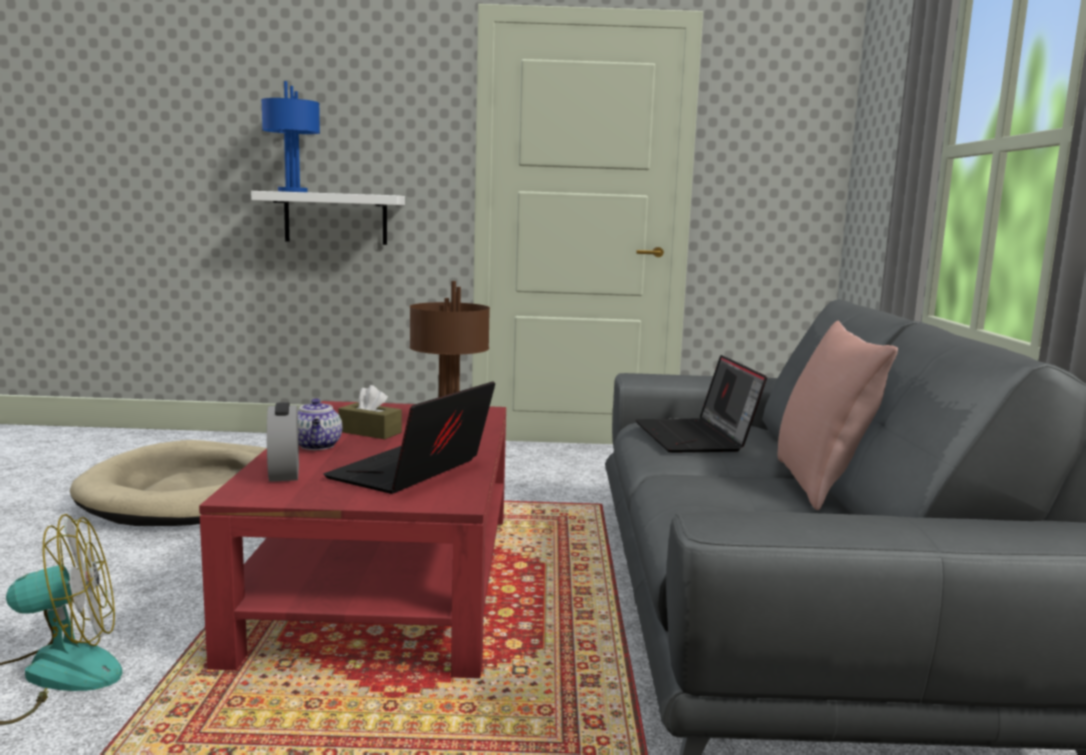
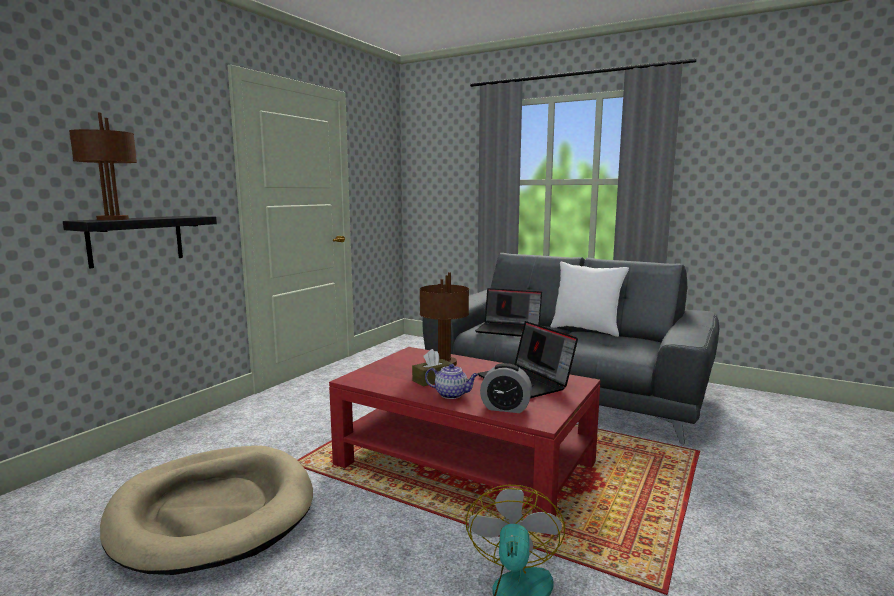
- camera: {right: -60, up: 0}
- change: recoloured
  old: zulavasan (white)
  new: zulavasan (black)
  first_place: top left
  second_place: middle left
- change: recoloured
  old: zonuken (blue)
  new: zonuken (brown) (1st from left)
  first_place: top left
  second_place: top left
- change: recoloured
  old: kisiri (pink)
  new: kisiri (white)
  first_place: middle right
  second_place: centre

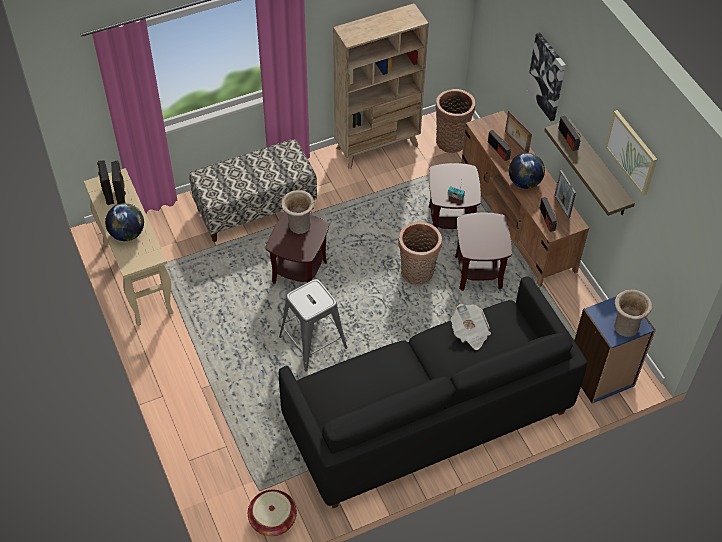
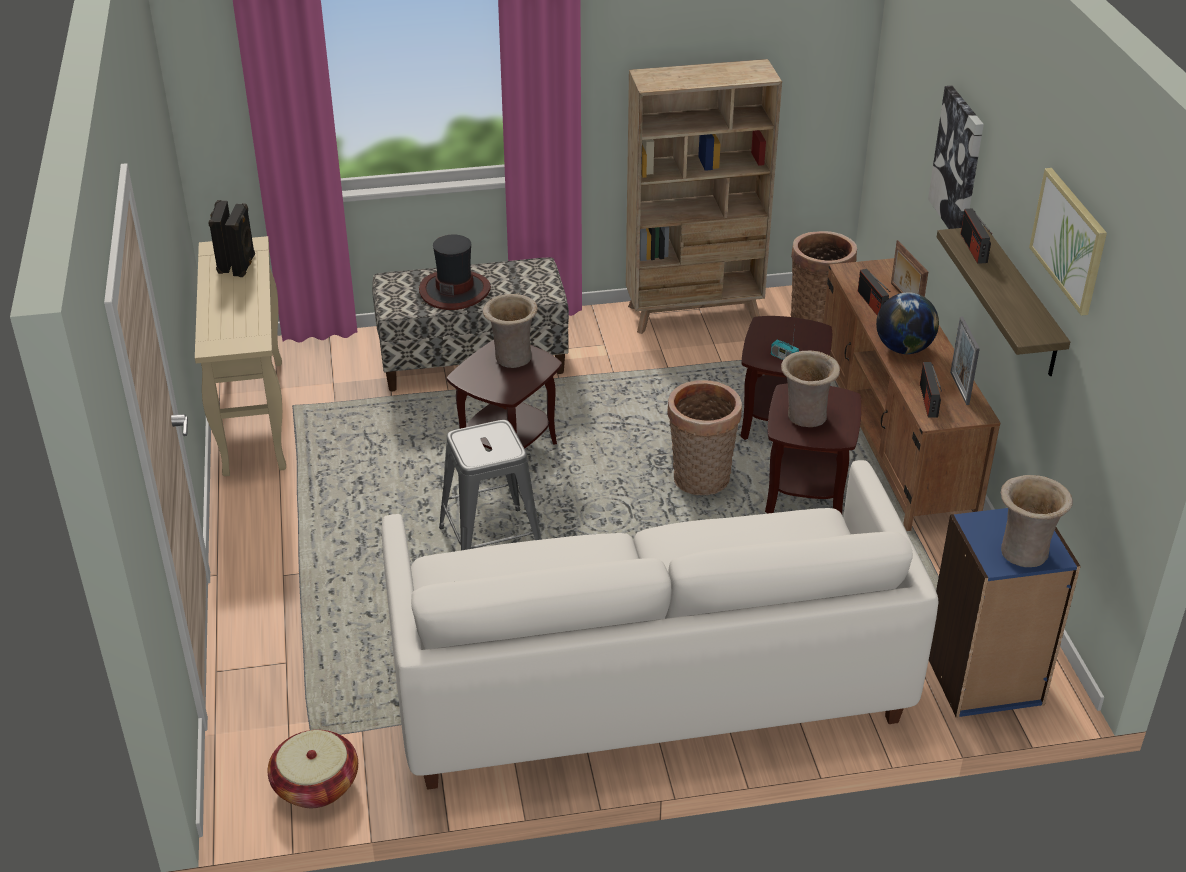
- camera: {right: 15, up: -15}
- change: recoloured
  old: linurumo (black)
  new: linurumo (white)
  first_place: bottom centre
  second_place: bottom centre
- change: added
  new: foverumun
  second_place: top centre
- change: added
  new: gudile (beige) (2nd from left)
  second_place: middle right
- change: removed
  old: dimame (1st from left)
  first_place: middle left
- change: removed
  old: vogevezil
  first_place: centre

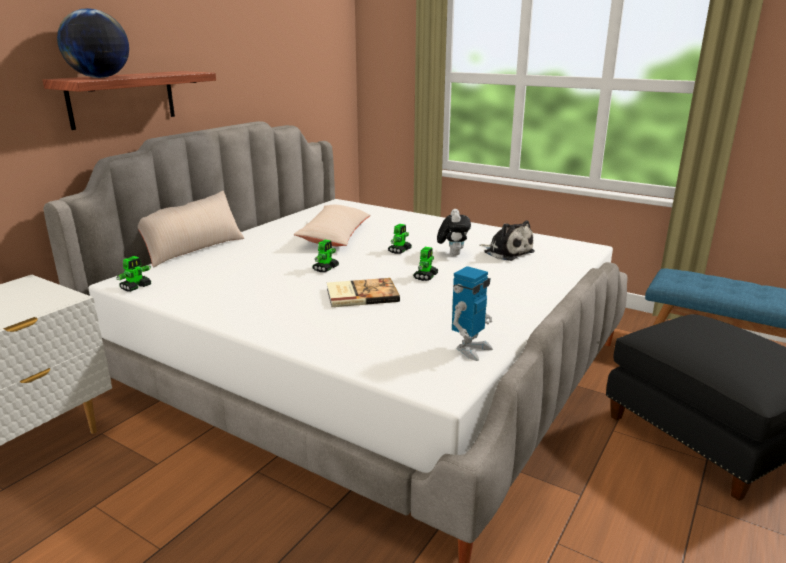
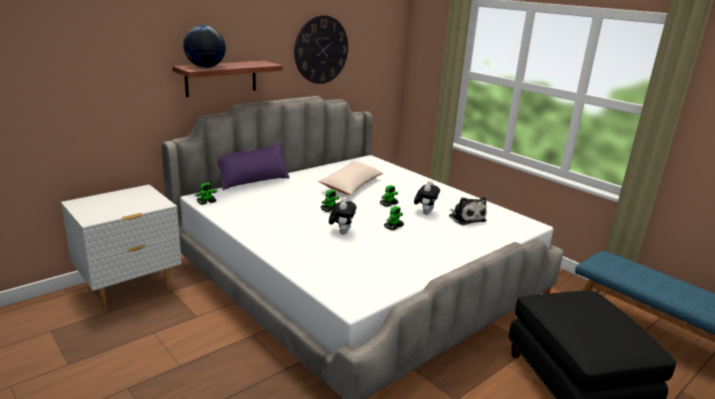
- camera: {right: 15, up: 0}
- change: recoloured
  old: kisiri (beige) (1st from left)
  new: kisiri (purple)
  first_place: middle left
  second_place: centre
- change: added
  new: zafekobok
  second_place: top centre
- change: replaced
  old: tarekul
  new: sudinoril (1st from left)
  first_place: centre
  second_place: centre
- change: removed
  old: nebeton (5th from left)
  first_place: centre

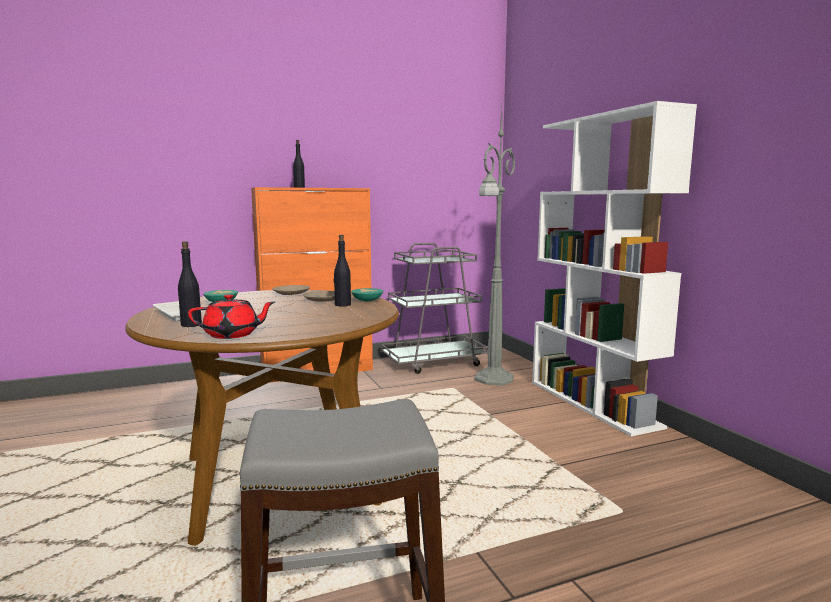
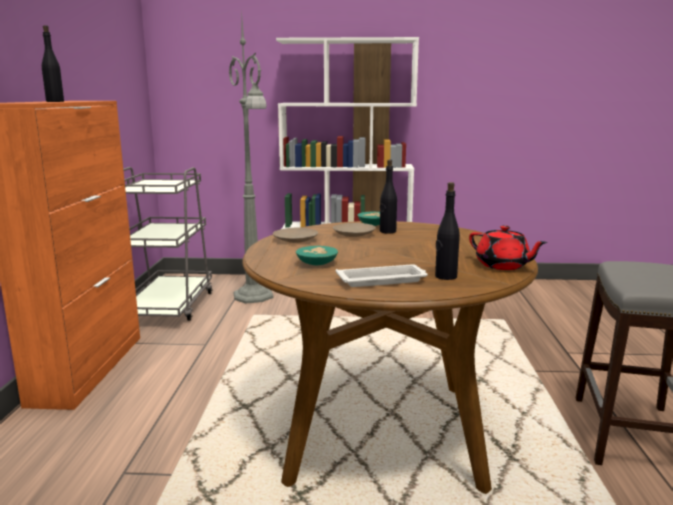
- camera: {right: -65, up: 5}
- change: turned
  old: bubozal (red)
  first_place: middle left
  second_place: middle right
  degrees: 120

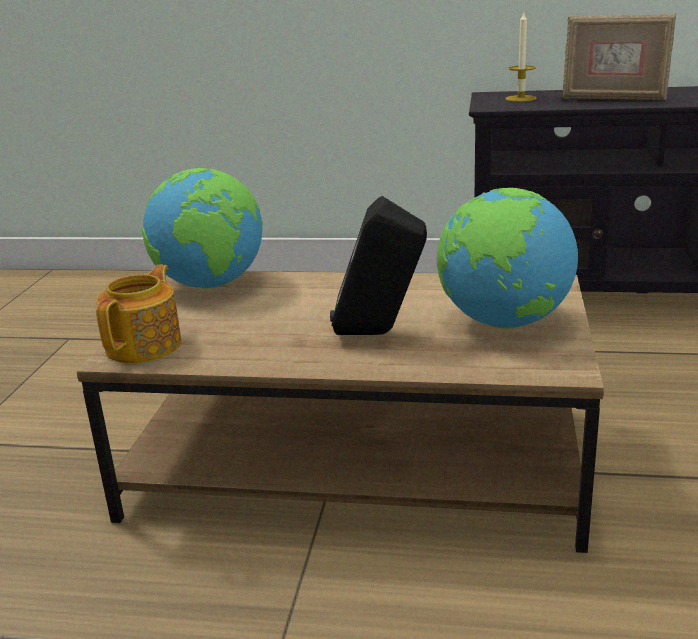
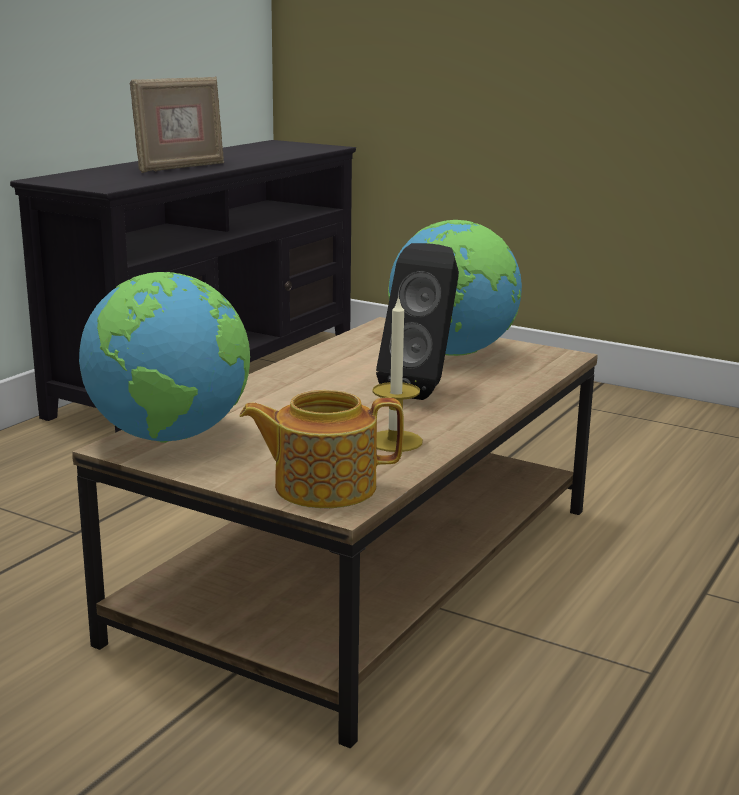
- camera: {right: -70, up: -5}
- change: turned
  old: bubozal
  first_place: middle left
  second_place: centre
  degrees: -45
- change: moved
  old: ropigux
  first_place: top right
  second_place: centre

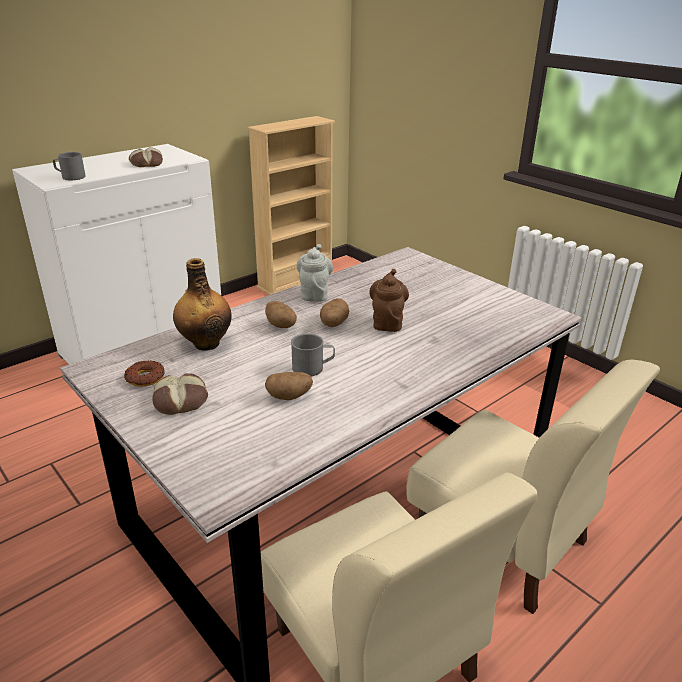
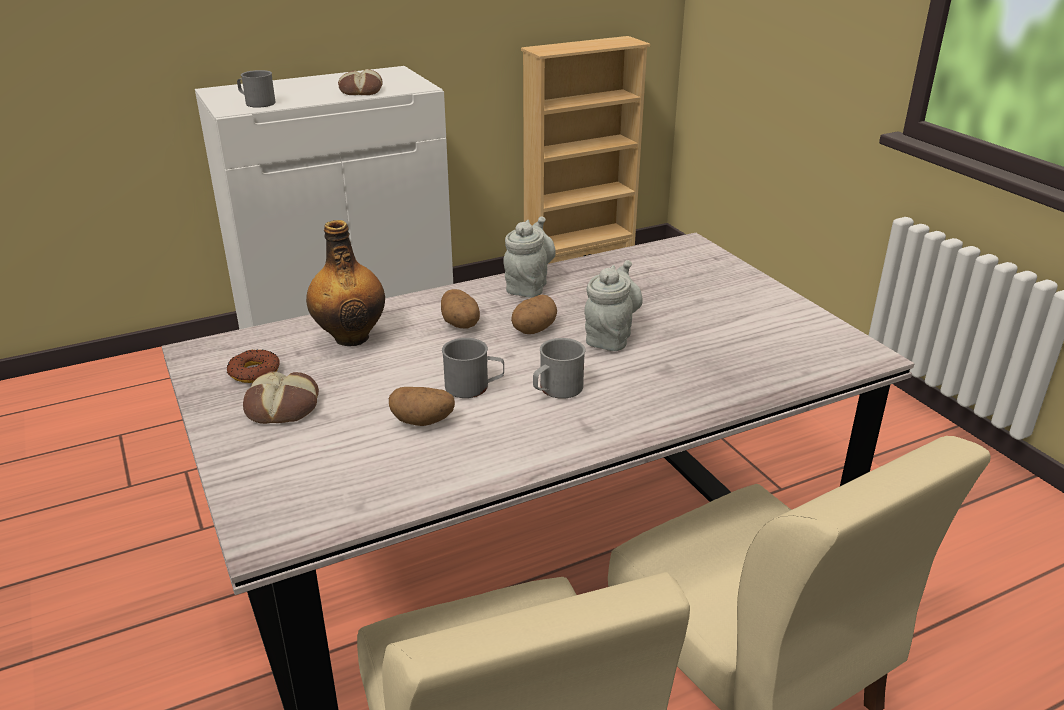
- camera: {right: 15, up: 0}
- change: added
  new: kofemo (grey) (3rd from left)
  second_place: centre
- change: recoloured
  old: bubozal (brown)
  new: bubozal (grey) (2nd from left)
  first_place: centre
  second_place: centre

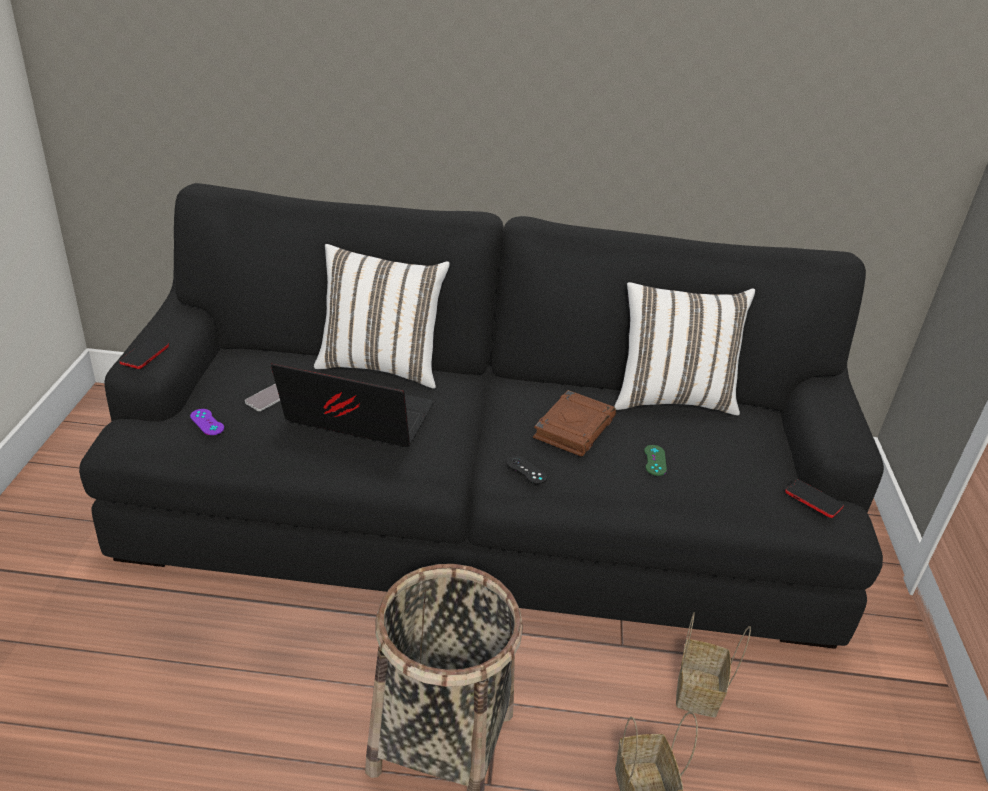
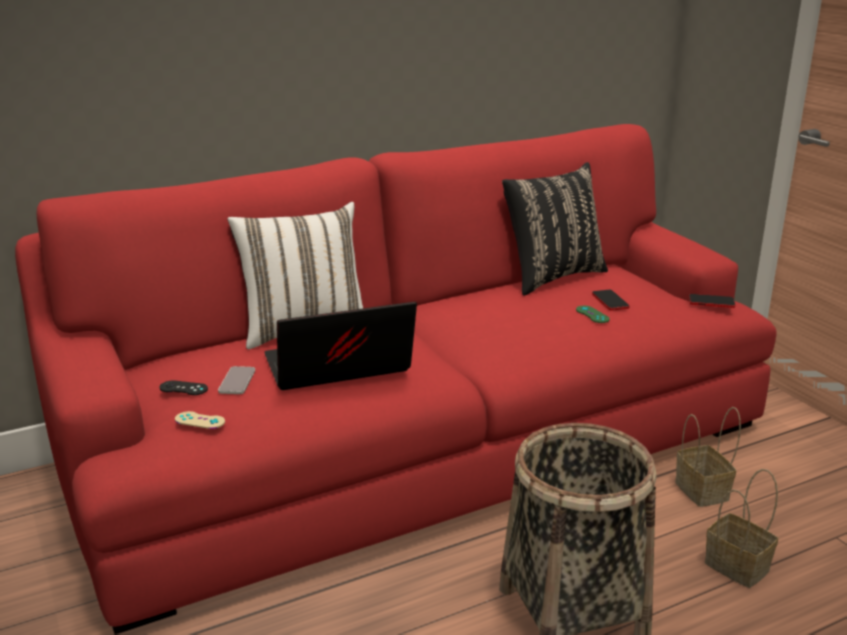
- camera: {right: -30, up: -10}
- change: recoloured
  old: linurumo (black)
  new: linurumo (red)
  first_place: centre
  second_place: centre
- change: moved
  old: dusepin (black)
  first_place: centre
  second_place: middle left
- change: recoloured
  old: dusepin (purple)
  new: dusepin (beige)
  first_place: middle left
  second_place: middle left
- change: recoloured
  old: kisiri (white) (2nd from left)
  new: kisiri (black)
  first_place: middle right
  second_place: centre
- change: moved
  old: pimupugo (1st from left in the first image)
  new: pimupugo (2nd from left)
  first_place: middle left
  second_place: middle right
- change: removed
  old: tarekul (brown)
  first_place: centre

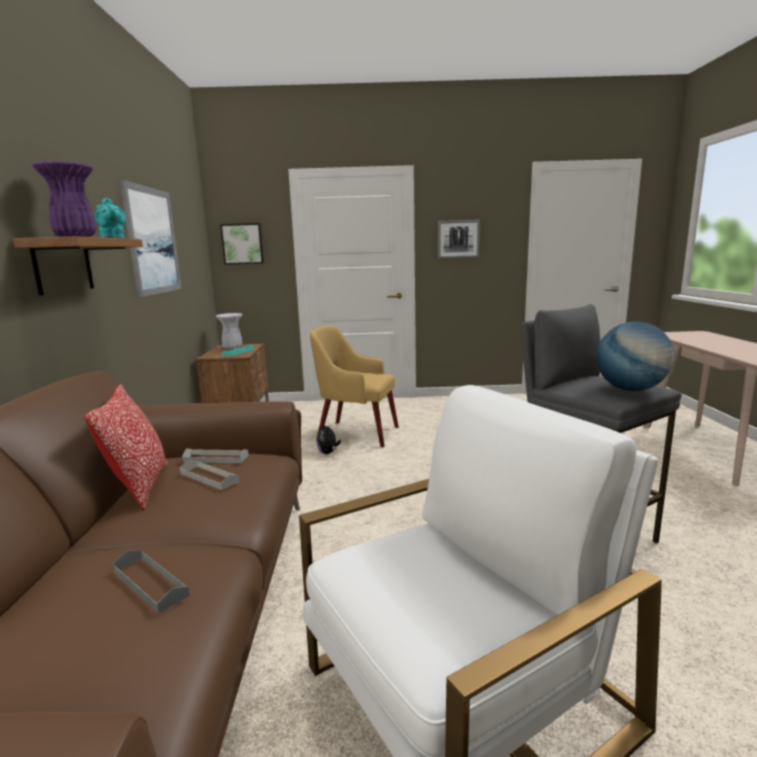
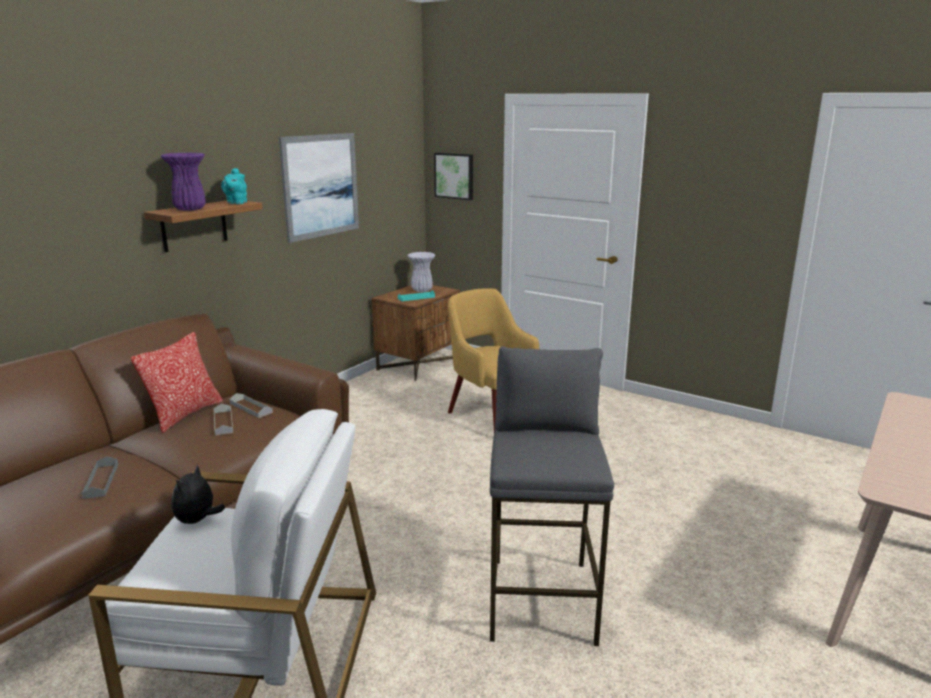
- camera: {right: 35, up: 5}
- change: moved
  old: sudinoril
  first_place: centre
  second_place: bottom left
- change: removed
  old: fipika (3rd from left)
  first_place: top centre
- change: removed
  old: dimame
  first_place: middle right

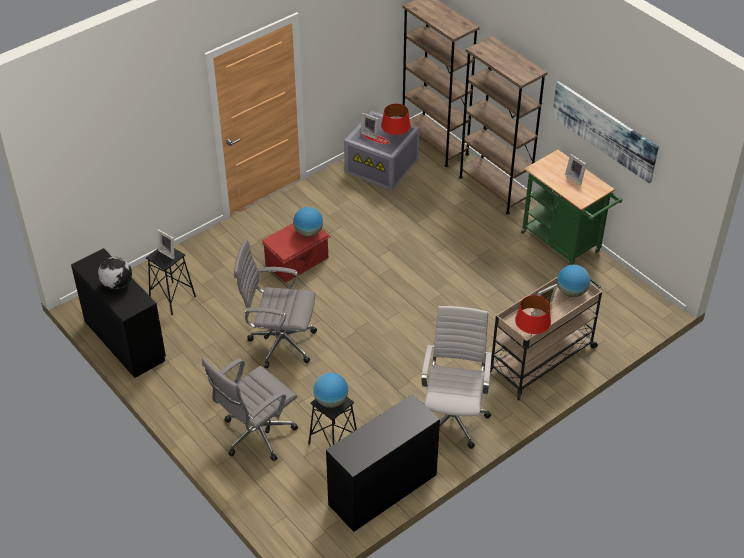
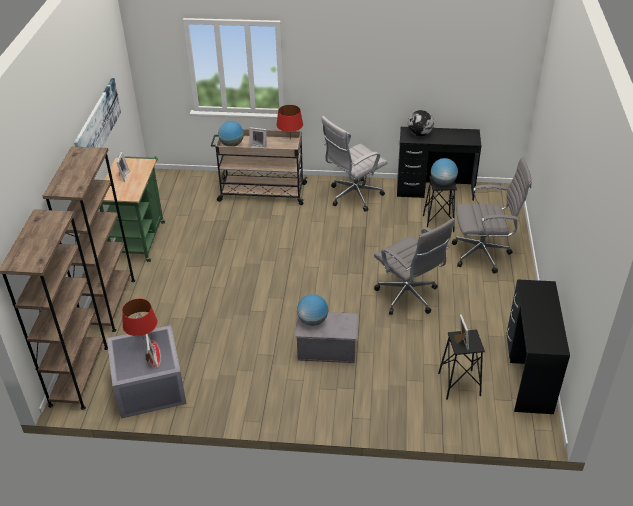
- camera: {right: -135, up: -5}
- change: recoloured
  old: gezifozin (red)
  new: gezifozin (grey) (2nd from left)
  first_place: centre
  second_place: centre
- change: moved
  old: dimame (1st from left in the first image)
  new: dimame (3rd from left)
  first_place: middle left
  second_place: top centre

